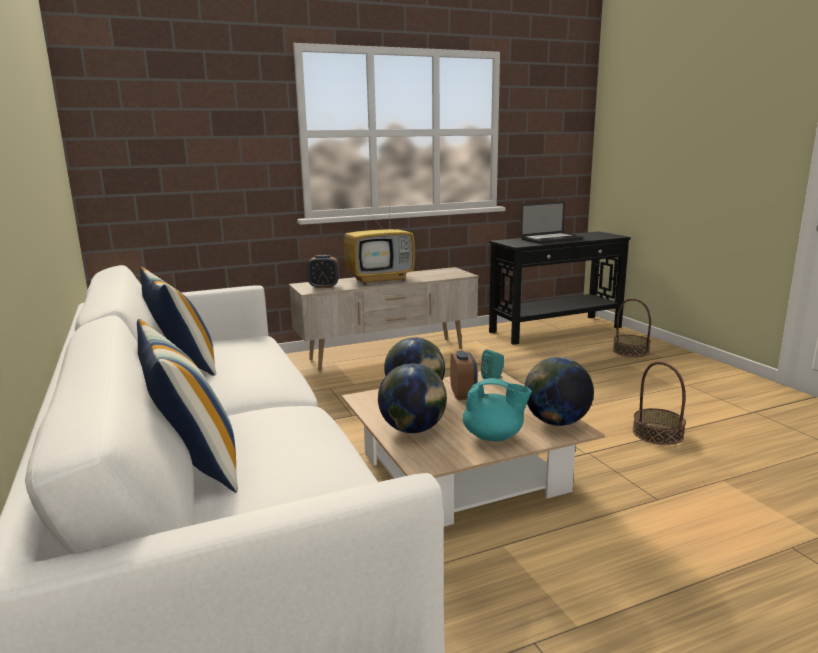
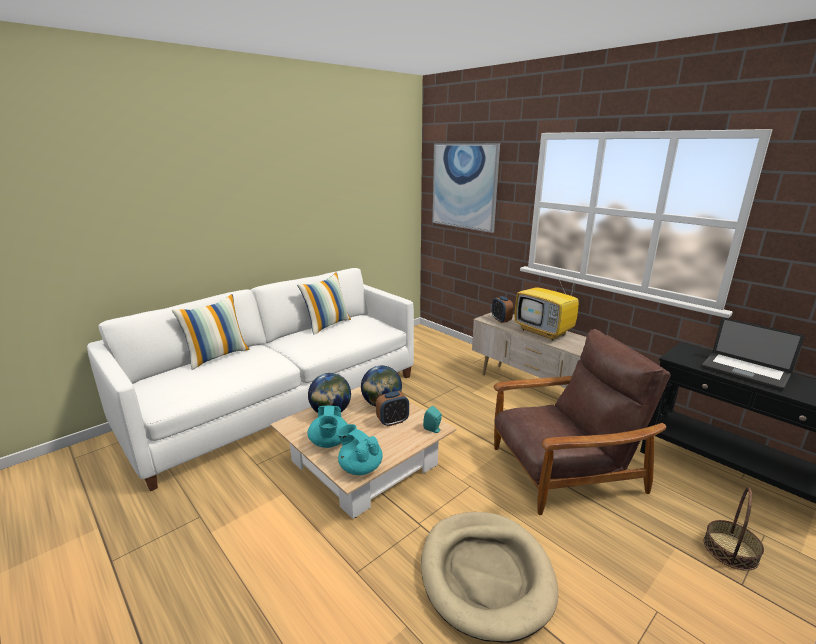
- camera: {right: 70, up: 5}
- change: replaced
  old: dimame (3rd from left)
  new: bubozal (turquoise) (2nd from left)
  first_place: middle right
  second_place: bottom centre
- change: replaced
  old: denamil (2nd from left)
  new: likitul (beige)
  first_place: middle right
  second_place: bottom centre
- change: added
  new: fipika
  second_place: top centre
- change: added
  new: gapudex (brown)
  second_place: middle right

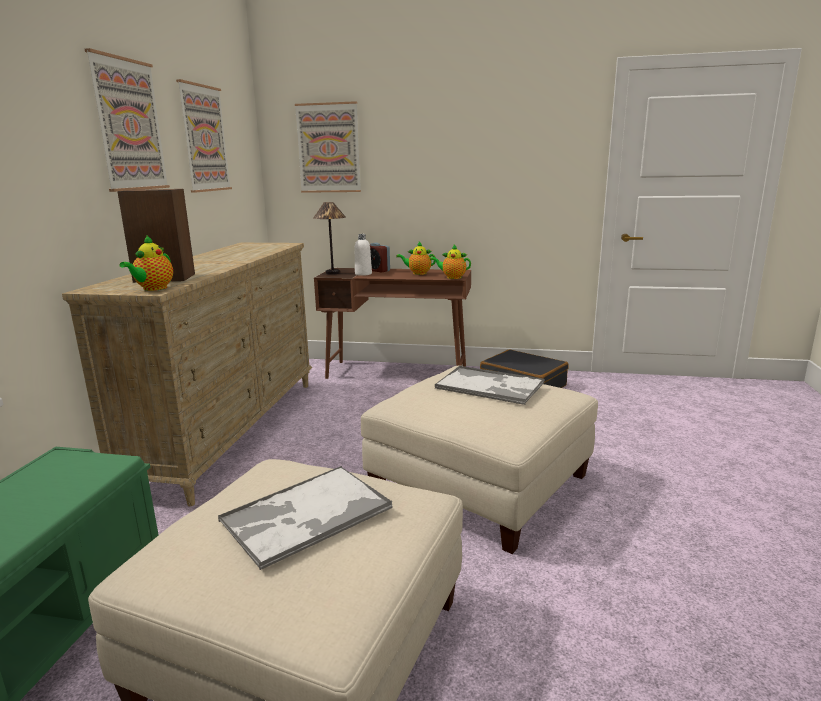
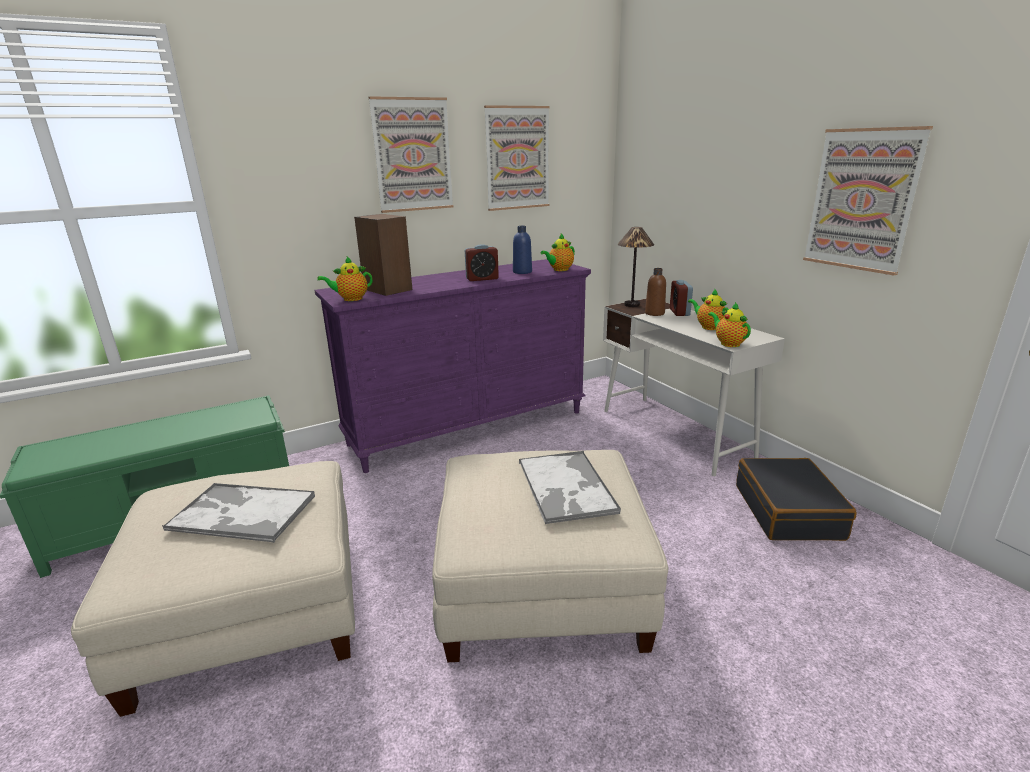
- camera: {right: 50, up: 5}
- change: recoloured
  old: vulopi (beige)
  new: vulopi (purple)
  first_place: middle left
  second_place: centre
- change: added
  new: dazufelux (1st from left)
  second_place: centre
- change: added
  new: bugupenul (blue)
  second_place: top centre
- change: added
  new: bubozal (2nd from left)
  second_place: top centre
- change: recoloured
  old: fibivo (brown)
  new: fibivo (white)
  first_place: centre
  second_place: middle right
- change: recoloured
  old: bugupenul (white)
  new: bugupenul (brown)
  first_place: centre
  second_place: centre
- change: moved
  old: fipika (3rd from left)
  first_place: top centre
  second_place: top right

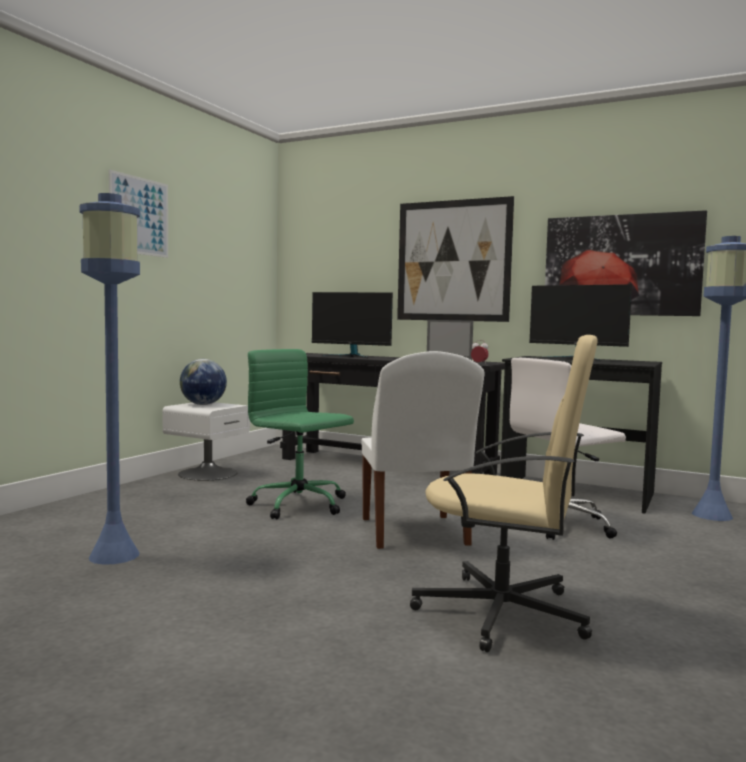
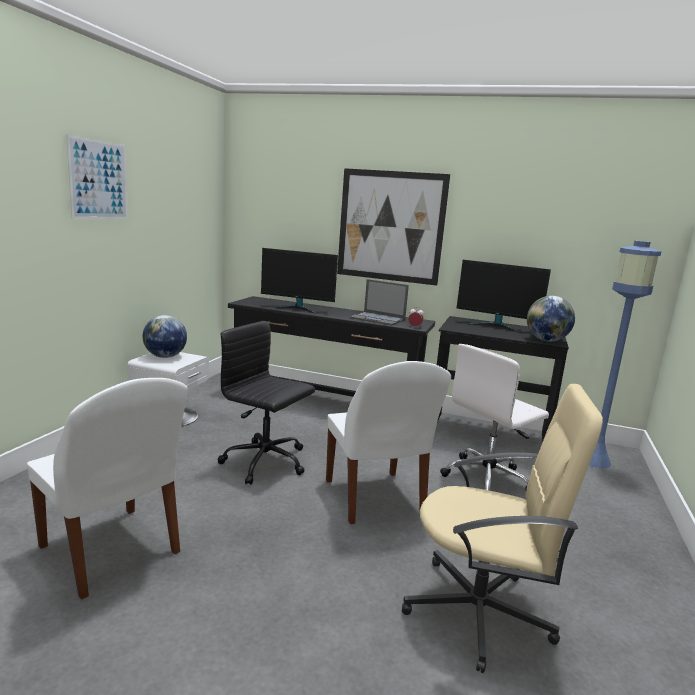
- camera: {right: -10, up: 10}
- change: replaced
  old: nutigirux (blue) (1st from left)
  new: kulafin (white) (1st from left)
  first_place: middle left
  second_place: bottom left
- change: recoloured
  old: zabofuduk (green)
  new: zabofuduk (black)
  first_place: centre
  second_place: centre
- change: added
  new: dimame (2nd from left)
  second_place: middle right
- change: removed
  old: fipika (3rd from left)
  first_place: middle right

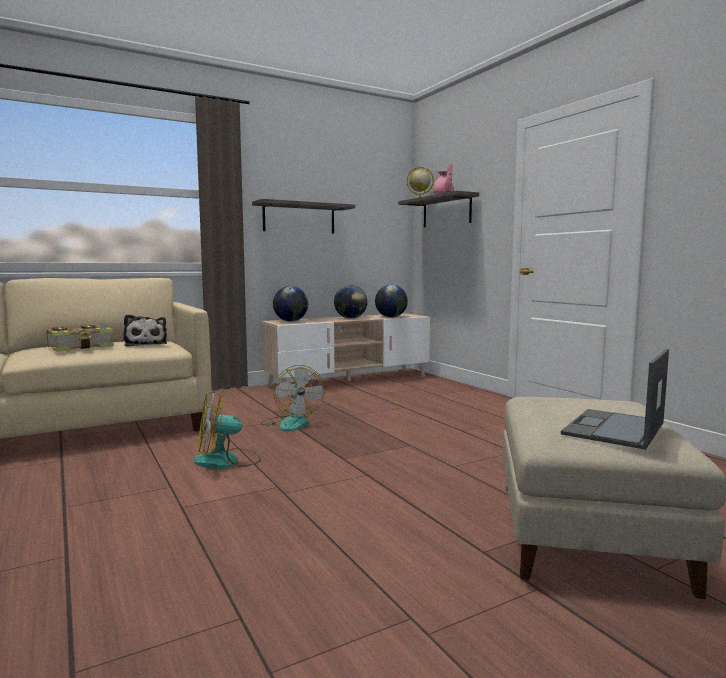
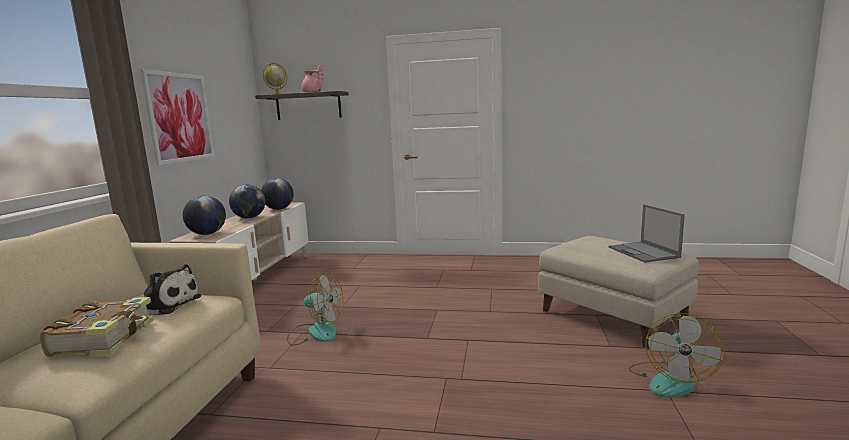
- camera: {right: -50, up: 5}
- change: replaced
  old: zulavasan (1st from left)
  new: fipika
  first_place: top centre
  second_place: top left
- change: moved
  old: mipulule (1st from left in the first image)
  new: mipulule (2nd from left)
  first_place: middle left
  second_place: bottom right

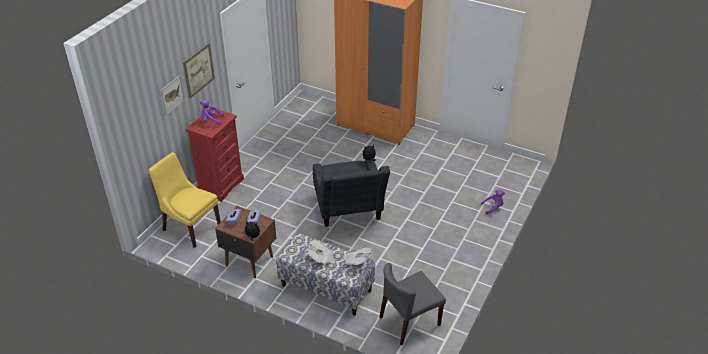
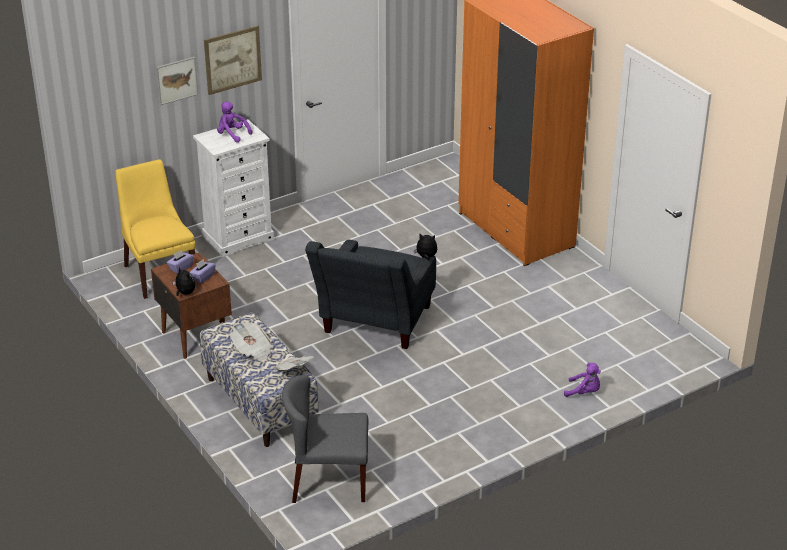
- camera: {right: 30, up: -5}
- change: recoloured
  old: vulopi (red)
  new: vulopi (white)
  first_place: middle left
  second_place: middle left

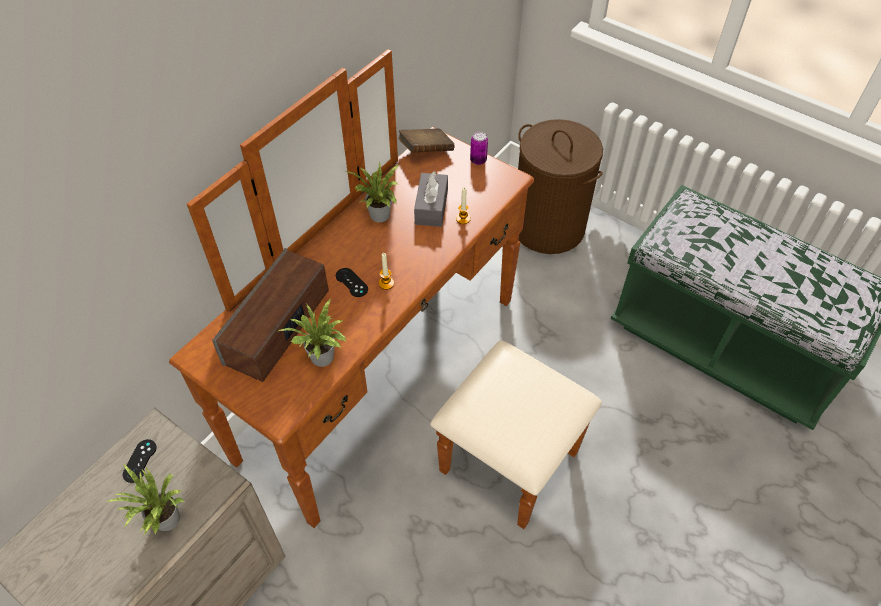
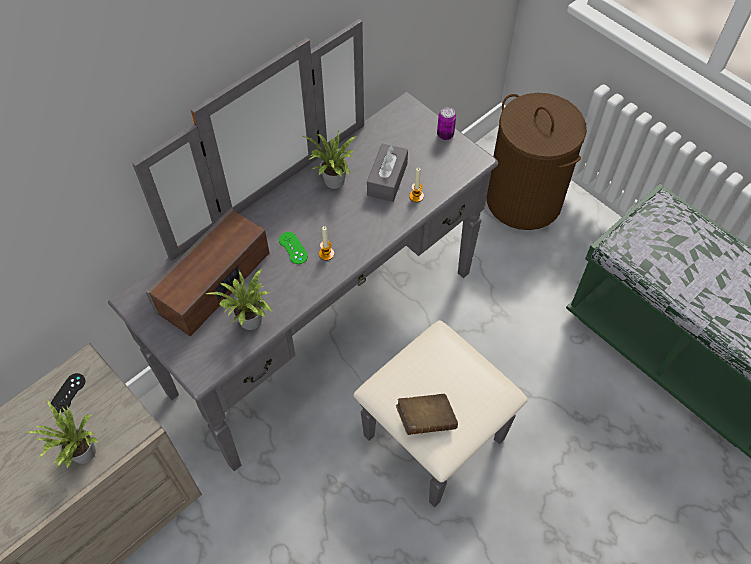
- camera: {right: 10, up: 5}
- change: recoloured
  old: vulopi (brown)
  new: vulopi (grey)
  first_place: centre
  second_place: centre
- change: recoloured
  old: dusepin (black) (2nd from left)
  new: dusepin (green)
  first_place: centre
  second_place: centre
- change: moved
  old: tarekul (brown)
  first_place: top centre
  second_place: bottom centre

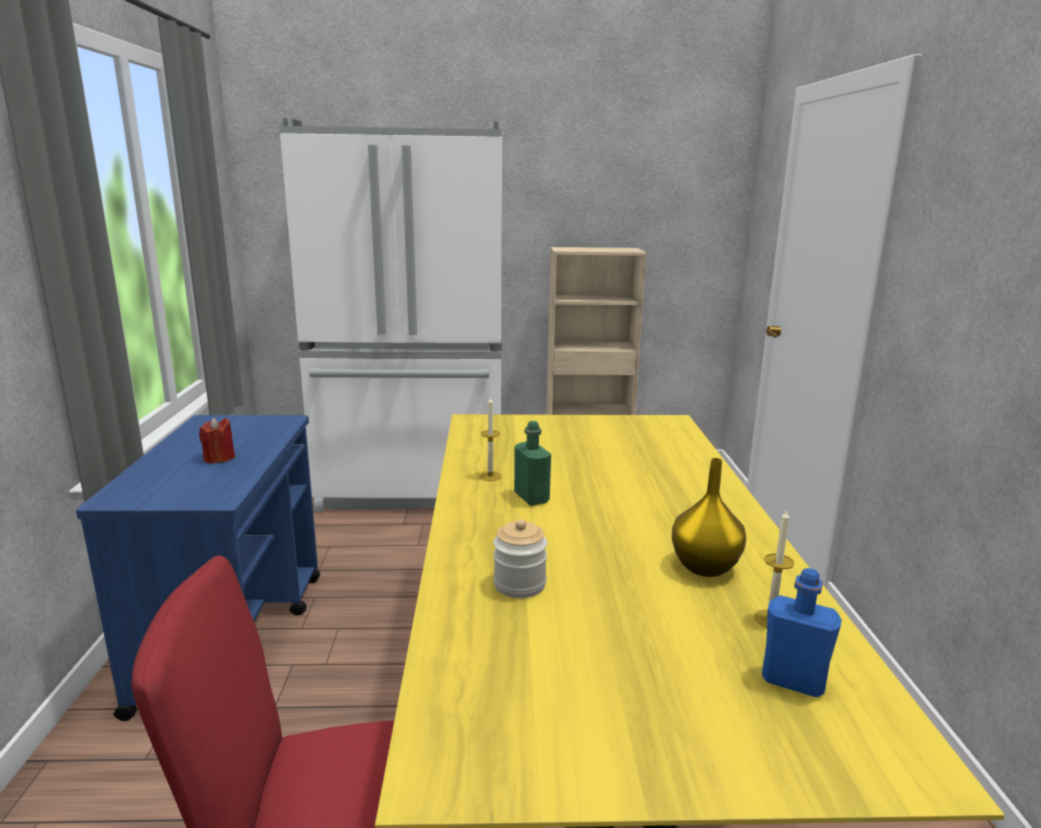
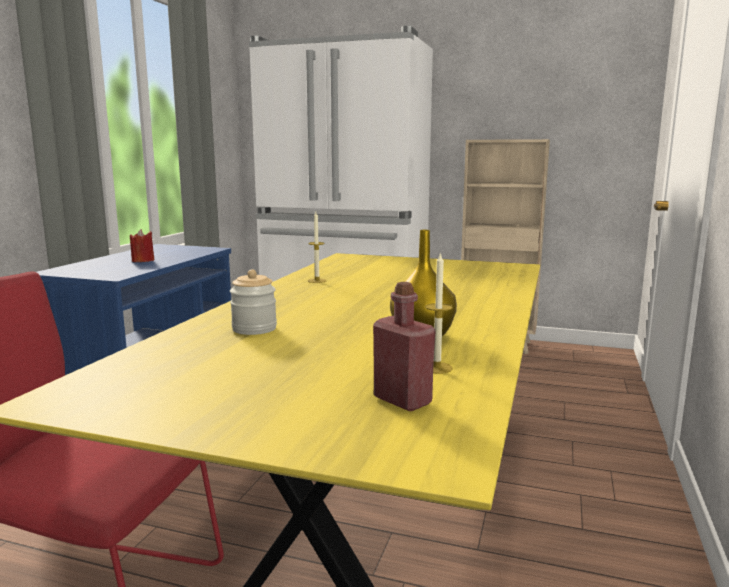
- camera: {right: 20, up: -5}
- change: recoloured
  old: bugupenul (blue)
  new: bugupenul (red)
  first_place: bottom right
  second_place: centre
- change: removed
  old: bugupenul (green)
  first_place: centre

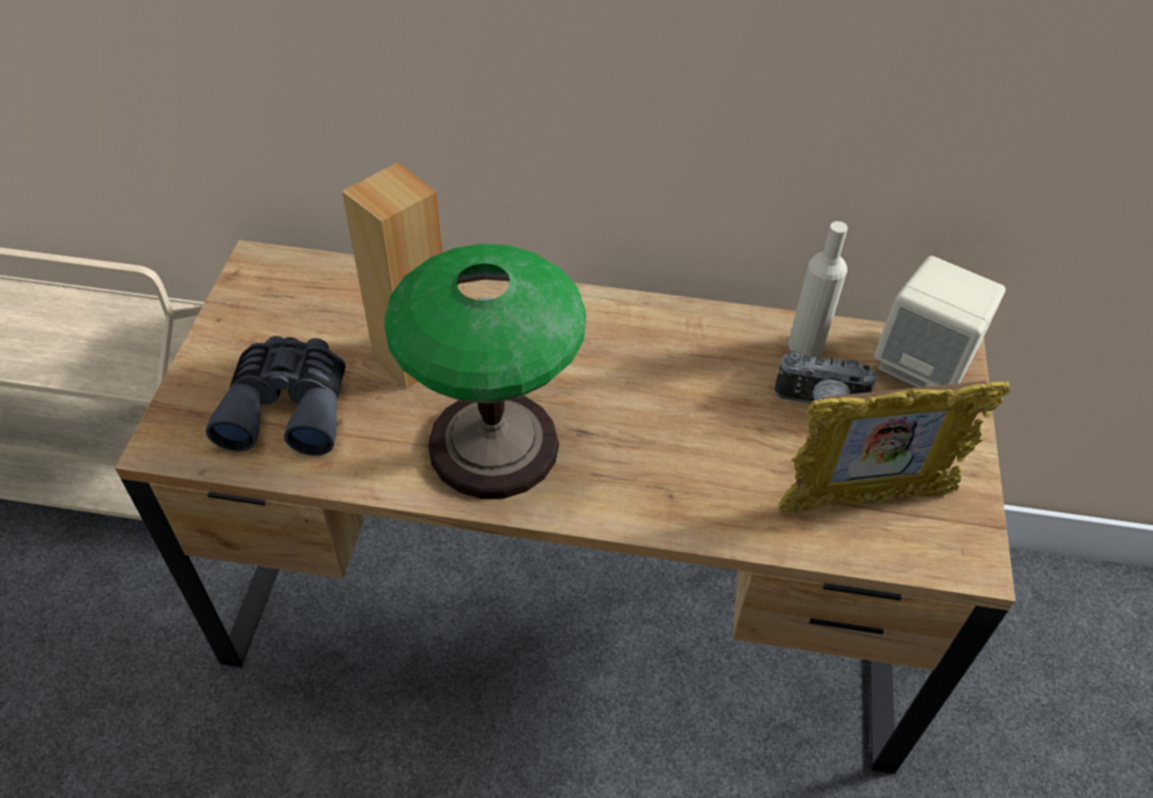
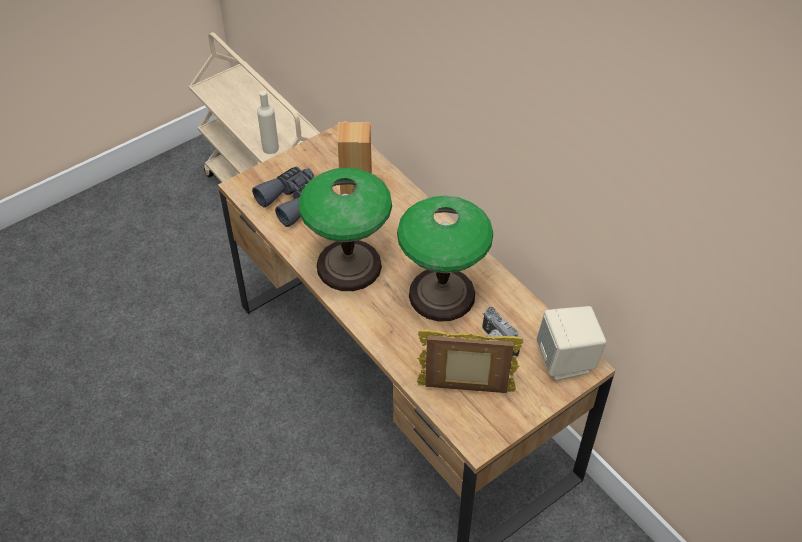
- camera: {right: 45, up: 0}
- change: moved
  old: bugupenul (beige)
  first_place: middle right
  second_place: top centre
- change: added
  new: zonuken (2nd from left)
  second_place: centre
- change: turned
  old: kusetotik
  first_place: middle right
  second_place: centre
  degrees: 150

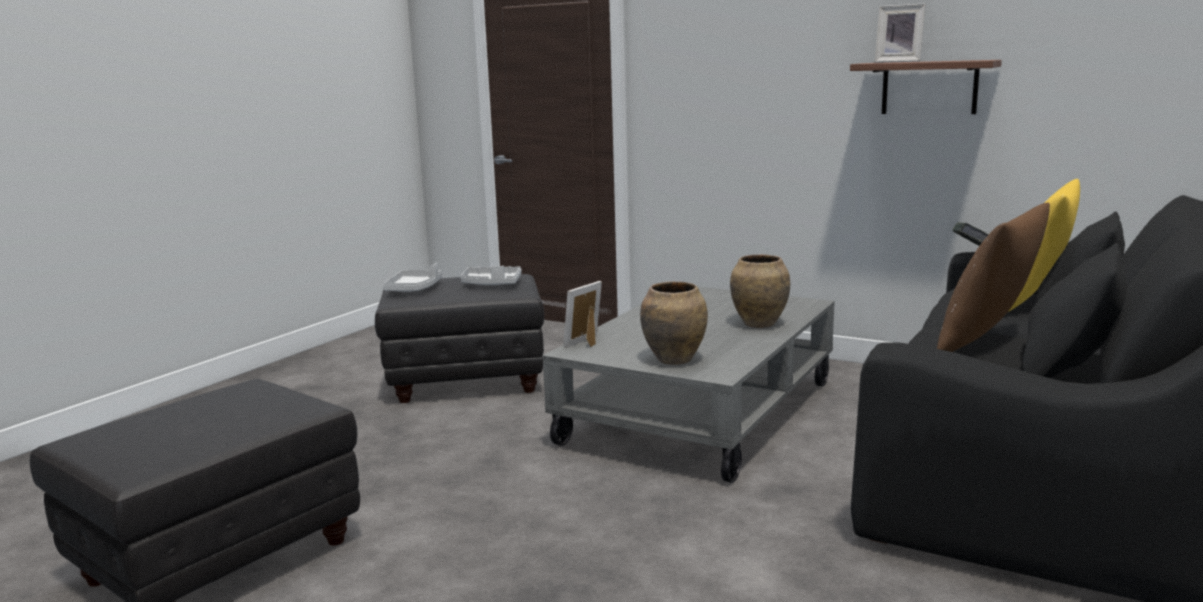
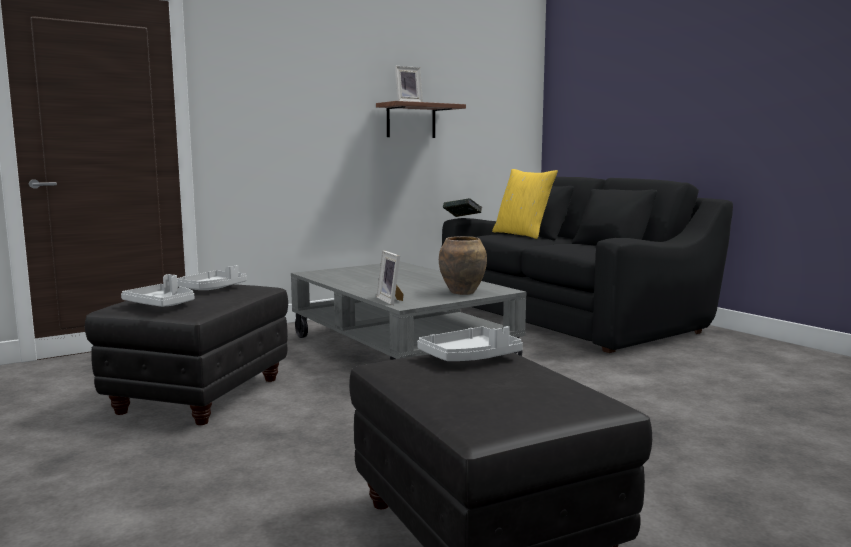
- camera: {right: -65, up: -5}
- change: added
  new: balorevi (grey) (3rd from left)
  second_place: centre
- change: removed
  old: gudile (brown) (2nd from left)
  first_place: centre
- change: removed
  old: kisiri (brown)
  first_place: middle right

